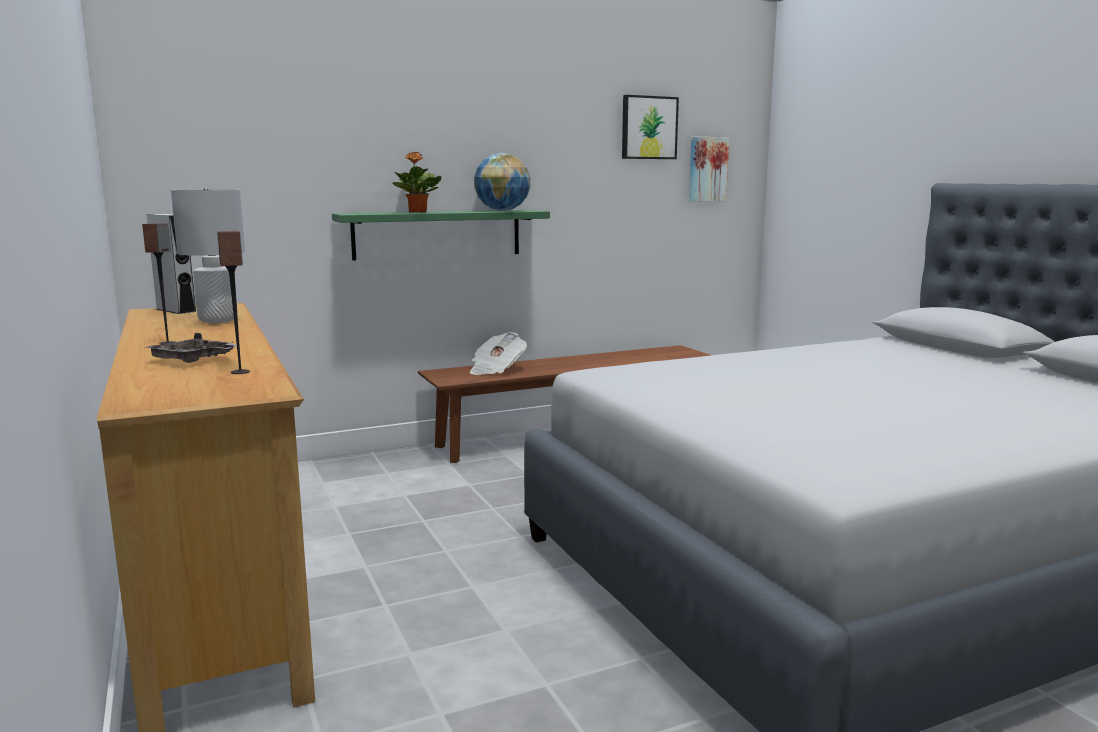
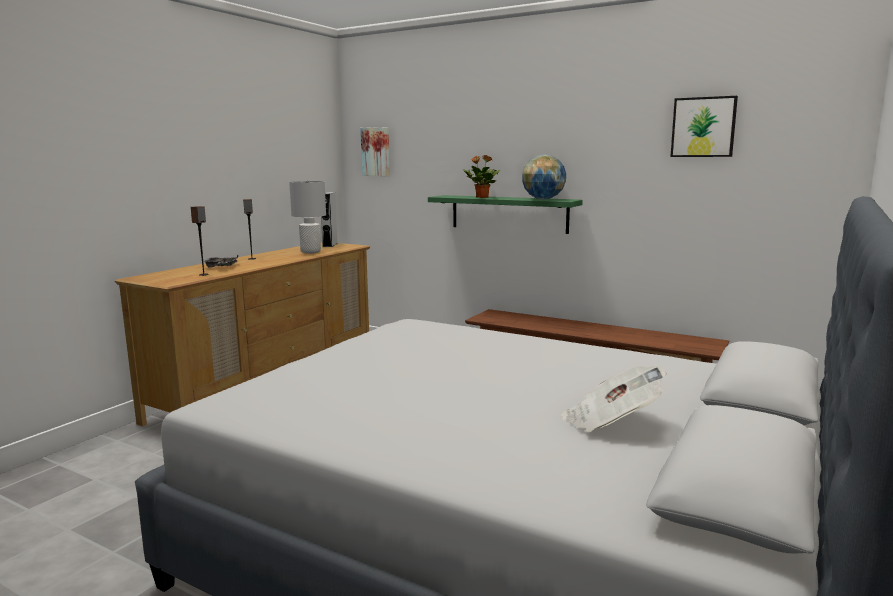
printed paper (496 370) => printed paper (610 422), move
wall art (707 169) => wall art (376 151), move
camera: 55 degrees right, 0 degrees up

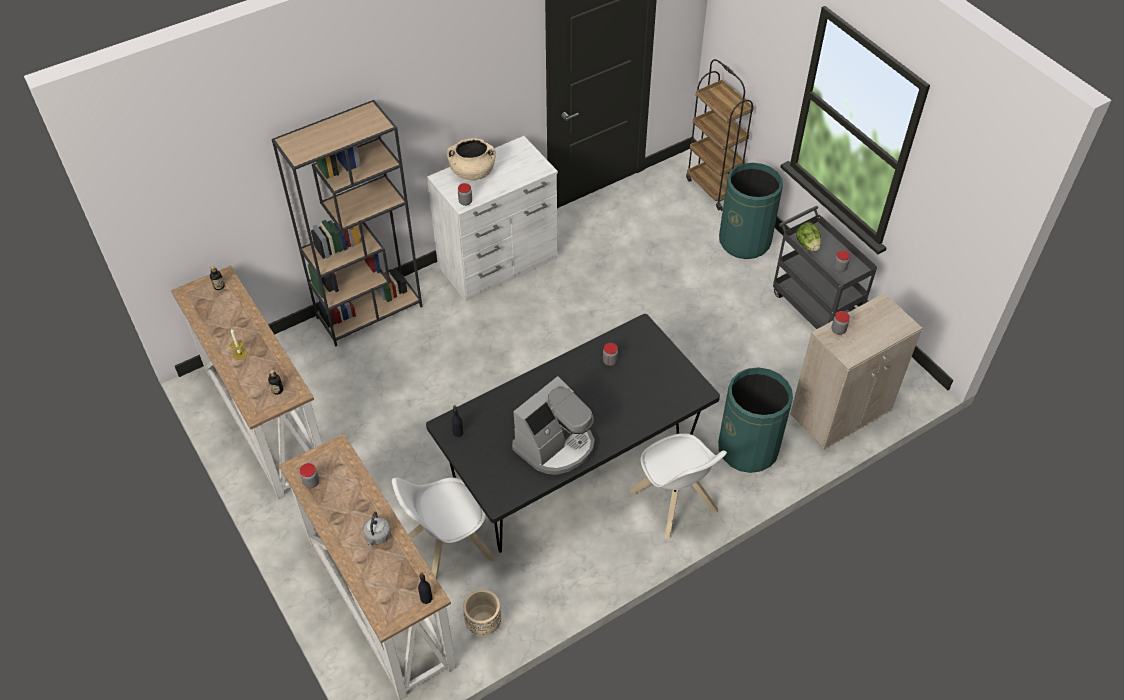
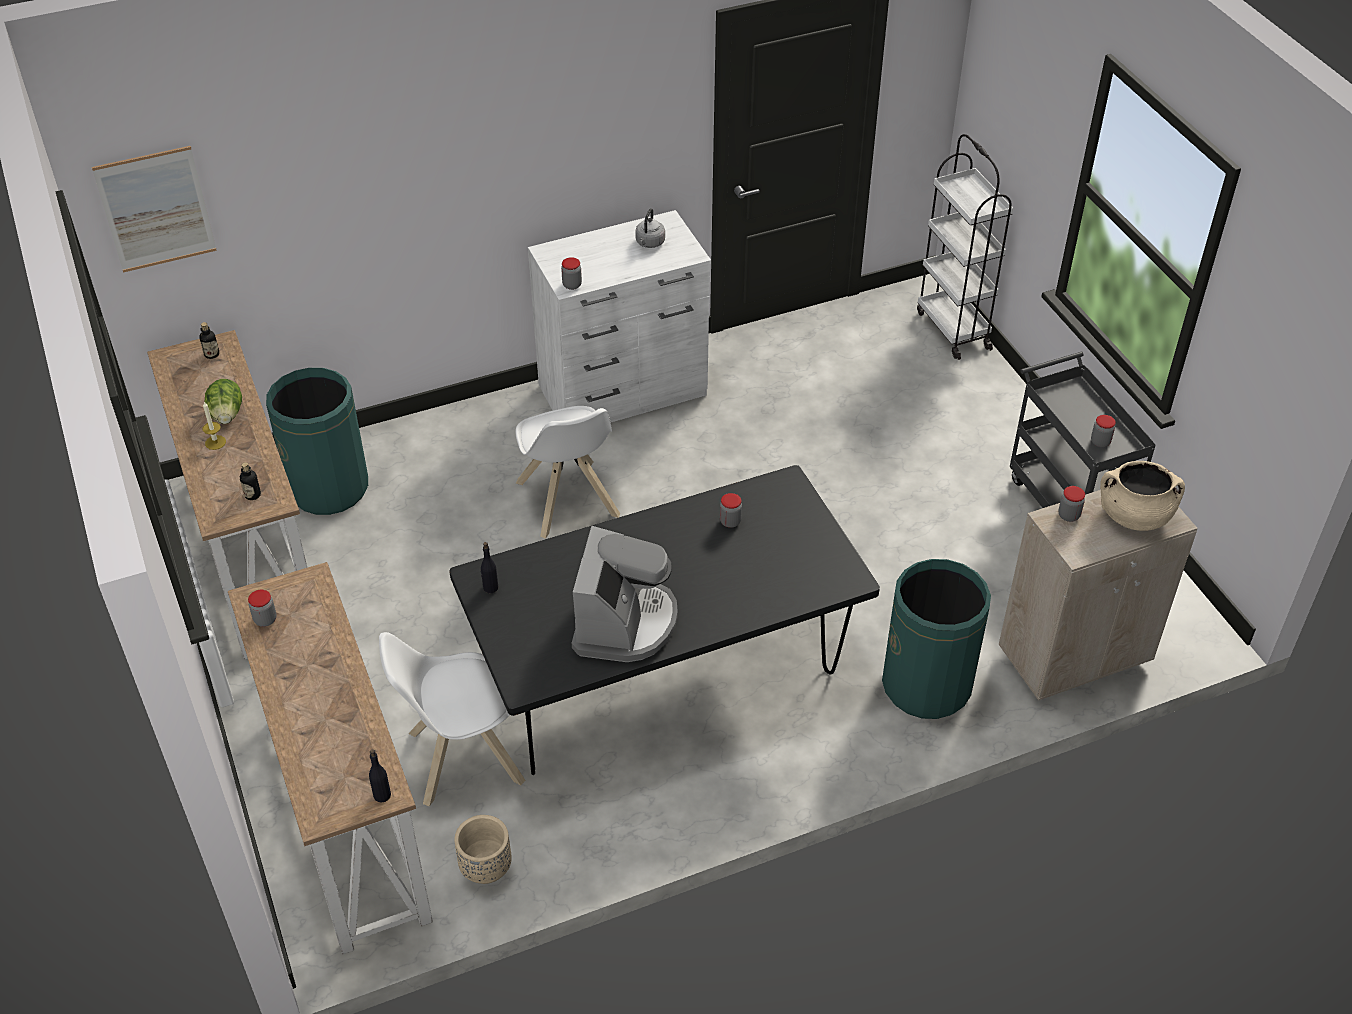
shelving unit (370 311) => nothing
nothing => wall art (156 209)
gray kettle (377 536) => gray kettle (649 243), move
sand-coloured saucepot (472 172) => sand-coloured saucepot (1134 516), move
white upright chair (675 503) => white upright chair (568 501), move
green-coloured waste bin (745 241) => green-coloured waste bin (329 488), move
lettuce head (807 245) => lettuce head (227 415), move
brownish wheeled cart (713 189) => white wheeled cart (953 330)
coffee brewer (555 445) => coffee brewer (624 623), 45 degrees counterclockwise
camera: 10 degrees right, 5 degrees down

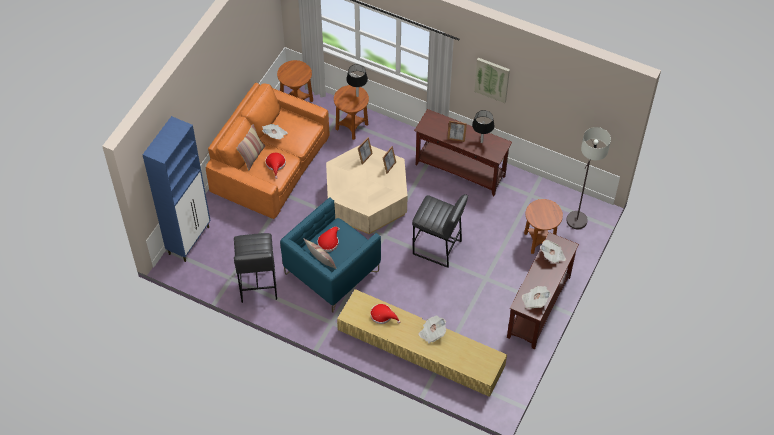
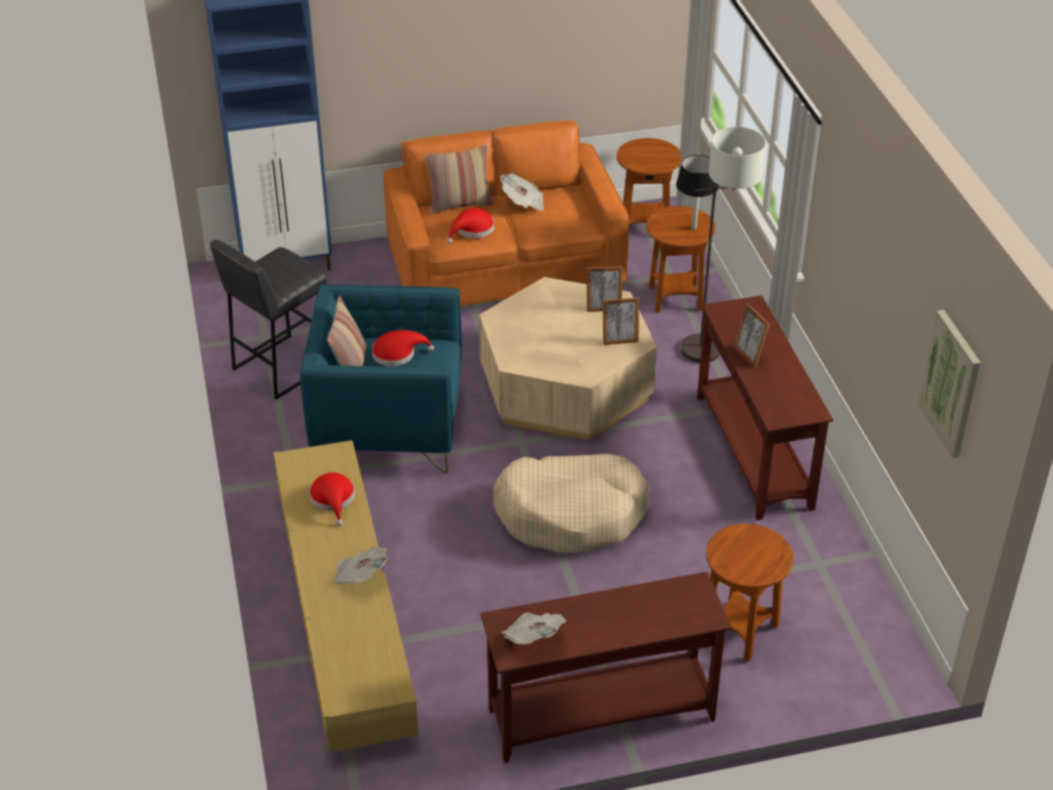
blackish tabletop lamp (481 141) => nothing
printed paper (552 256) => nothing
wall art (492 79) => wall art (951 383), move
white standing lamp (579 216) => white standing lamp (712 348), move
gray stool (438 248) => sand-coloured dog bed (571 514)
camera: 50 degrees right, 15 degrees down

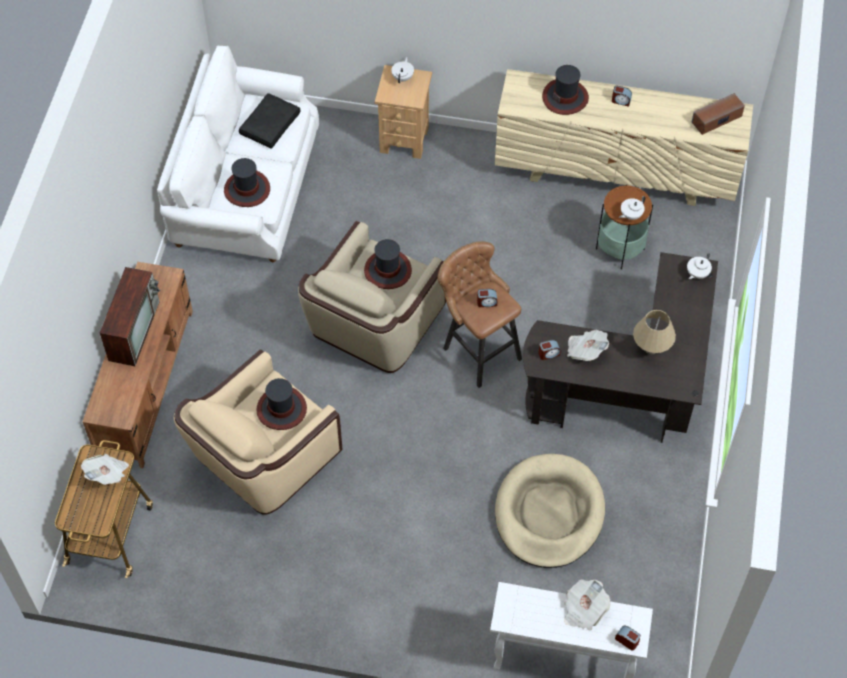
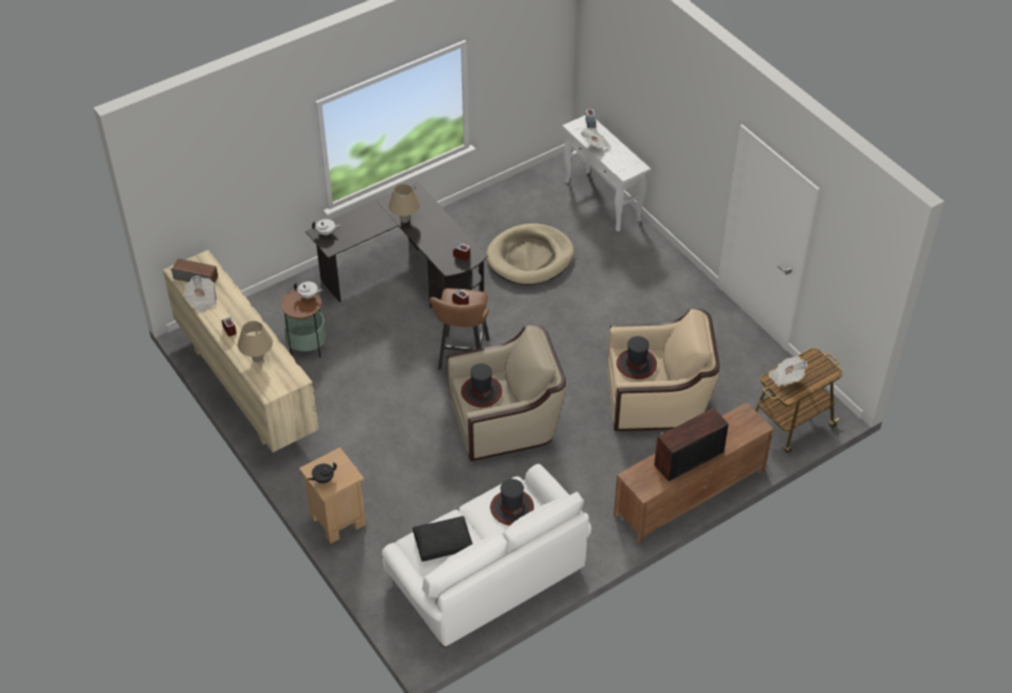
printed paper (585 350) => printed paper (202 301), move
hat (565 97) => sand-coloured tabletop lamp (257 358)
white tea pot (403 77) => blackish tea pot (323 479)
camera: 135 degrees left, 10 degrees down

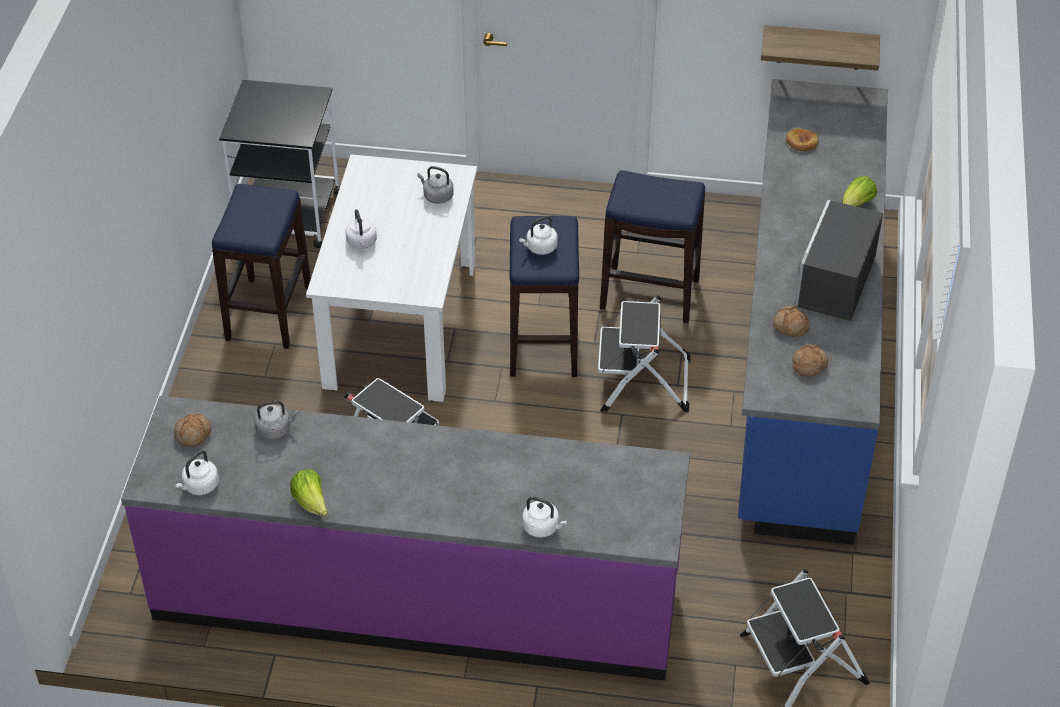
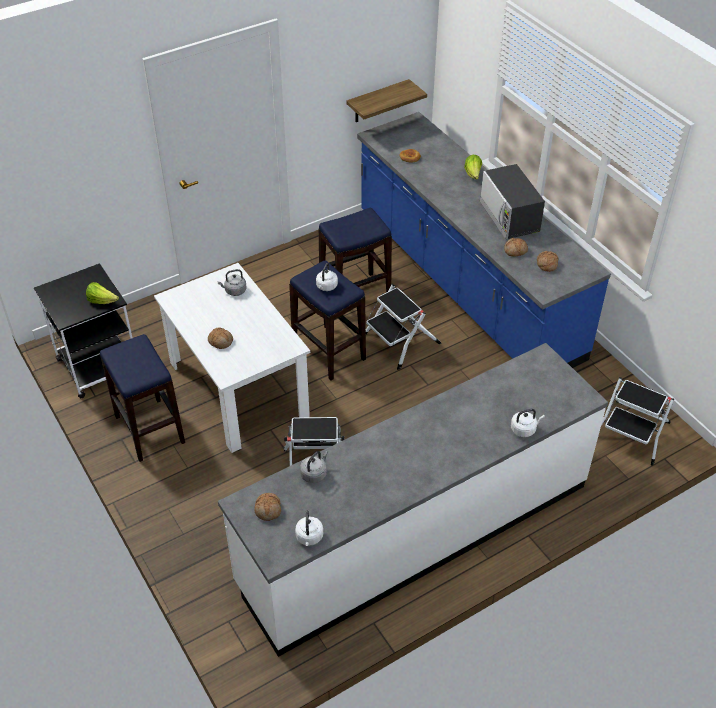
lettuce head (311 502) => lettuce head (102 301), move
white kettle (362 243) => bread (221 341)
purple kitchen counter (417 597) => white kitchen counter (415 533)
camera: 40 degrees left, 0 degrees up

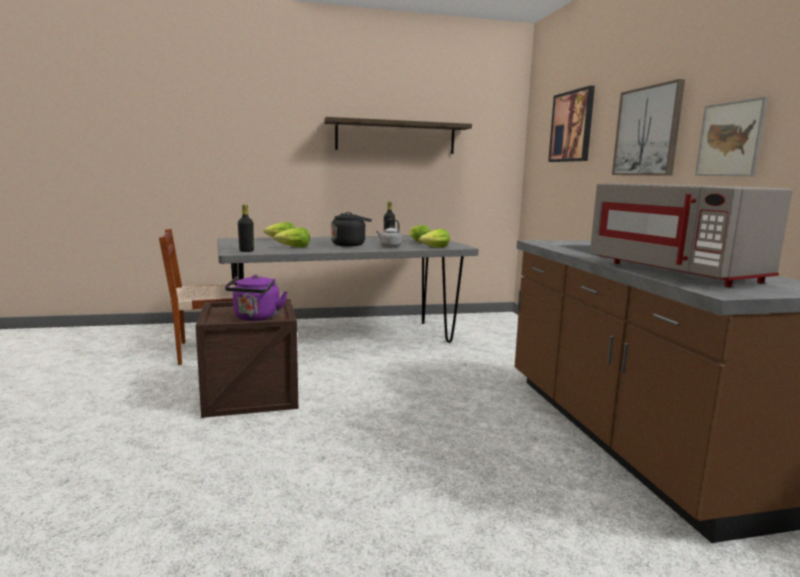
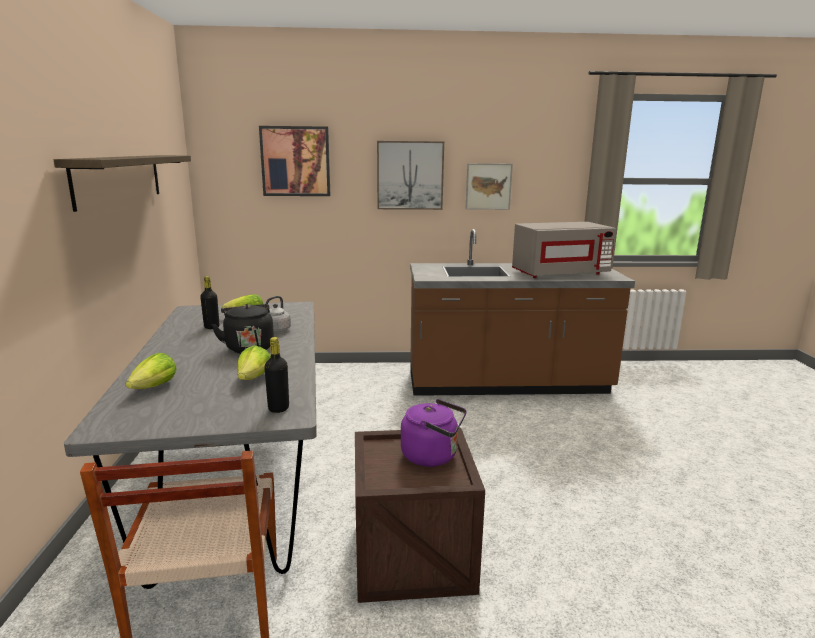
lettuce head (435 248) => nothing
camera: 80 degrees left, 5 degrees up

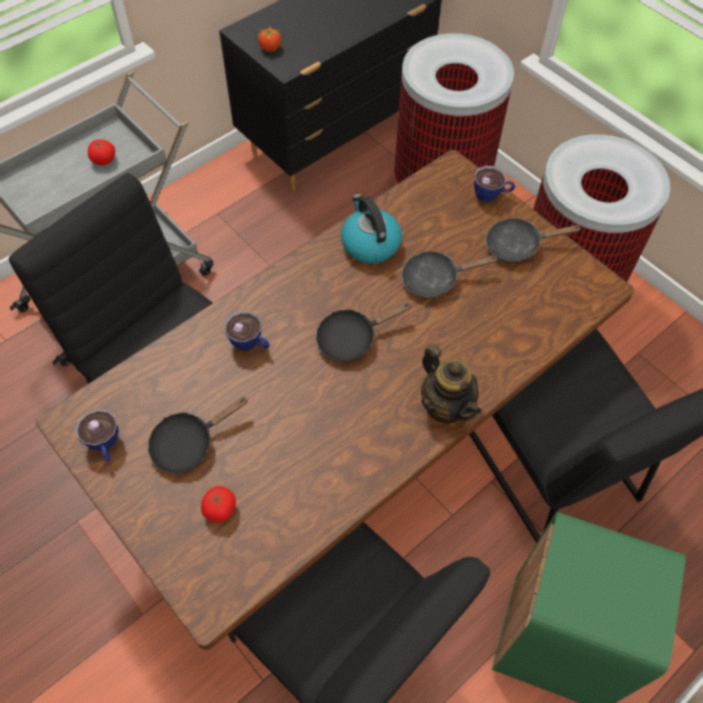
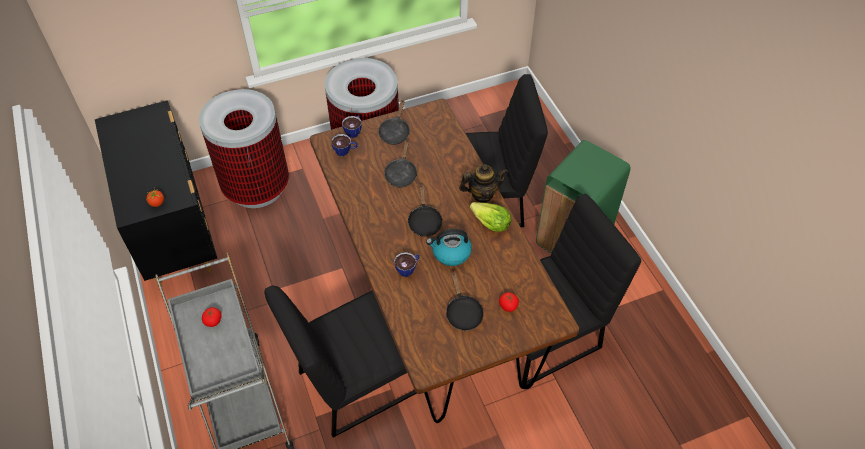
nothing => lettuce head (490 223)
small cup (105 445) => small cup (345 151), move
kettle (369 243) => kettle (450 253), move
camera: 70 degrees left, 5 degrees down

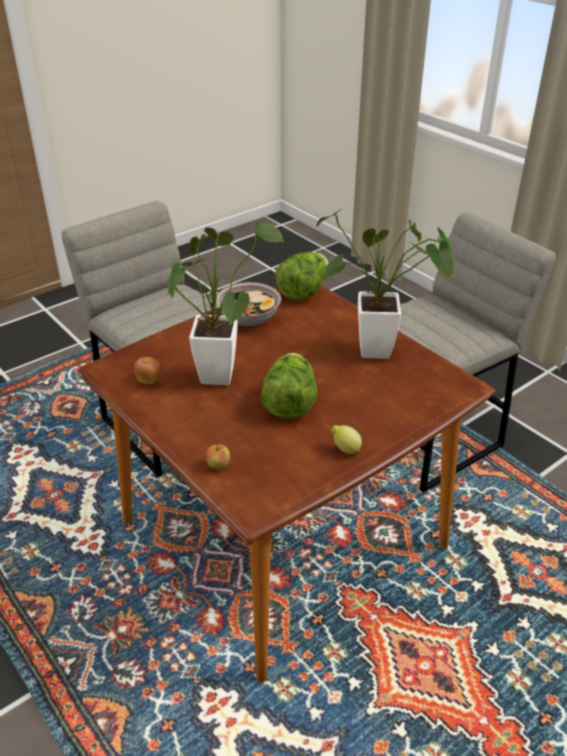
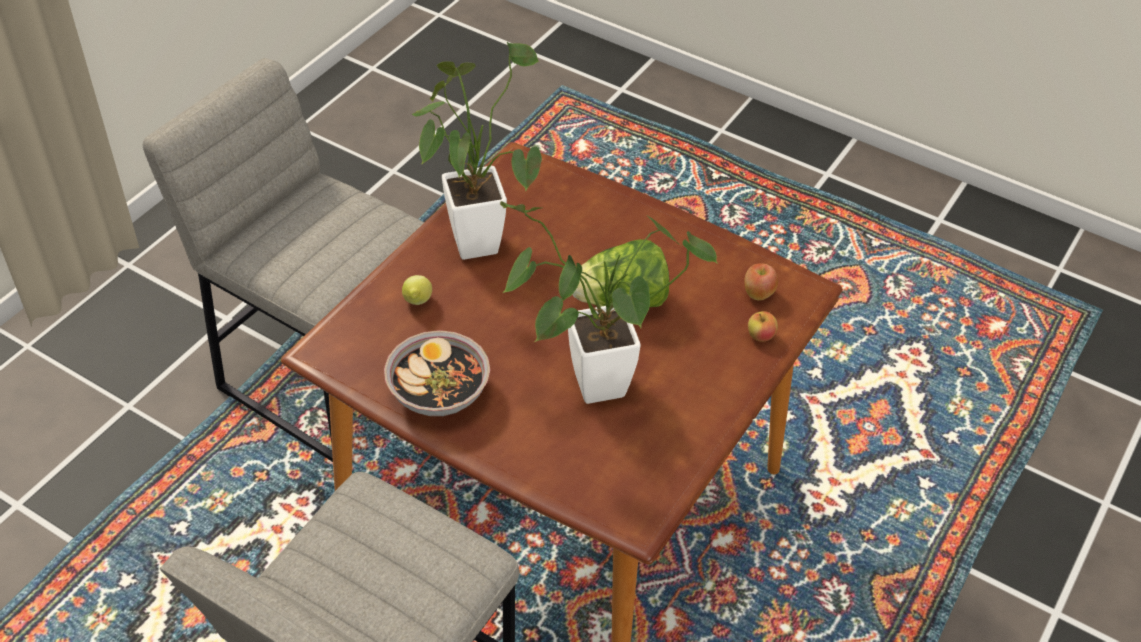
lettuce head (303 292) => nothing
apple fruit (148 380) => apple fruit (758 293), move
citrus fruit (345 449) => citrus fruit (417 303), move
camera: 110 degrees left, 10 degrees up

